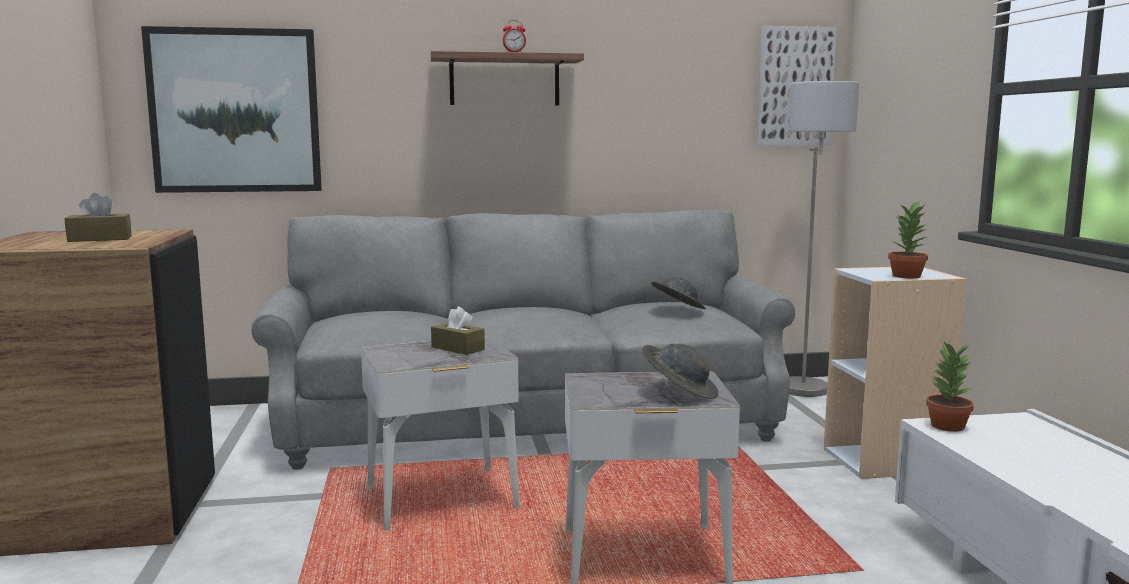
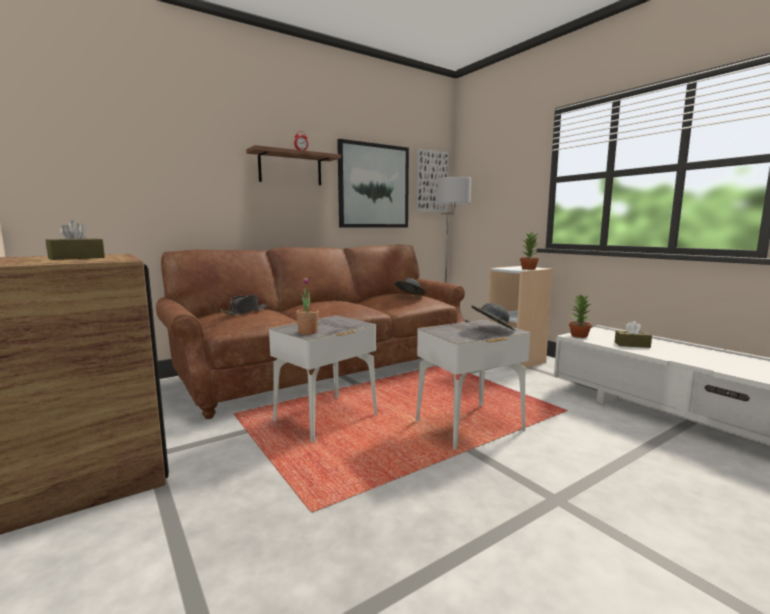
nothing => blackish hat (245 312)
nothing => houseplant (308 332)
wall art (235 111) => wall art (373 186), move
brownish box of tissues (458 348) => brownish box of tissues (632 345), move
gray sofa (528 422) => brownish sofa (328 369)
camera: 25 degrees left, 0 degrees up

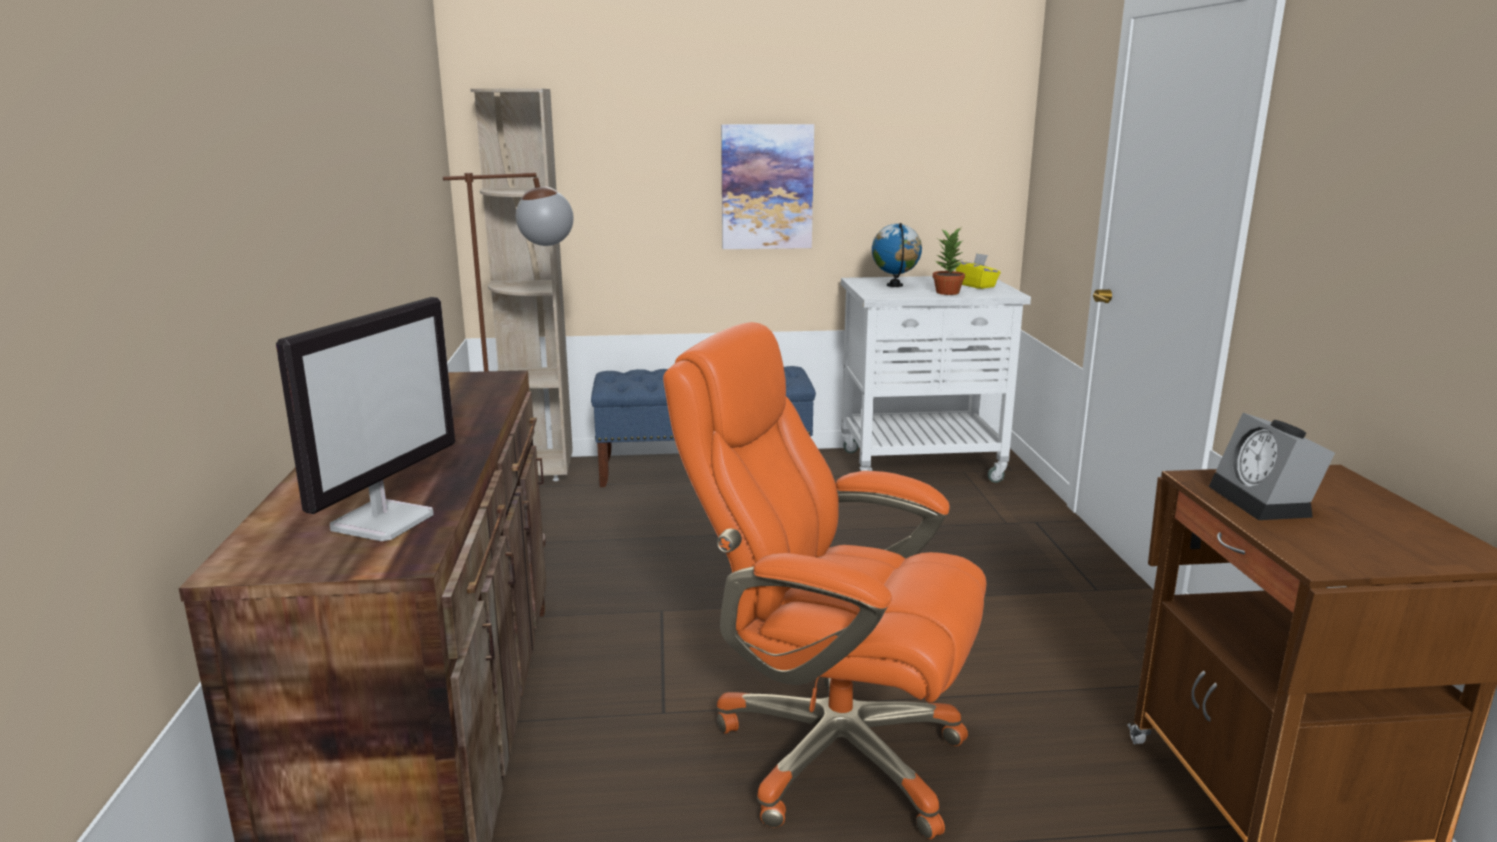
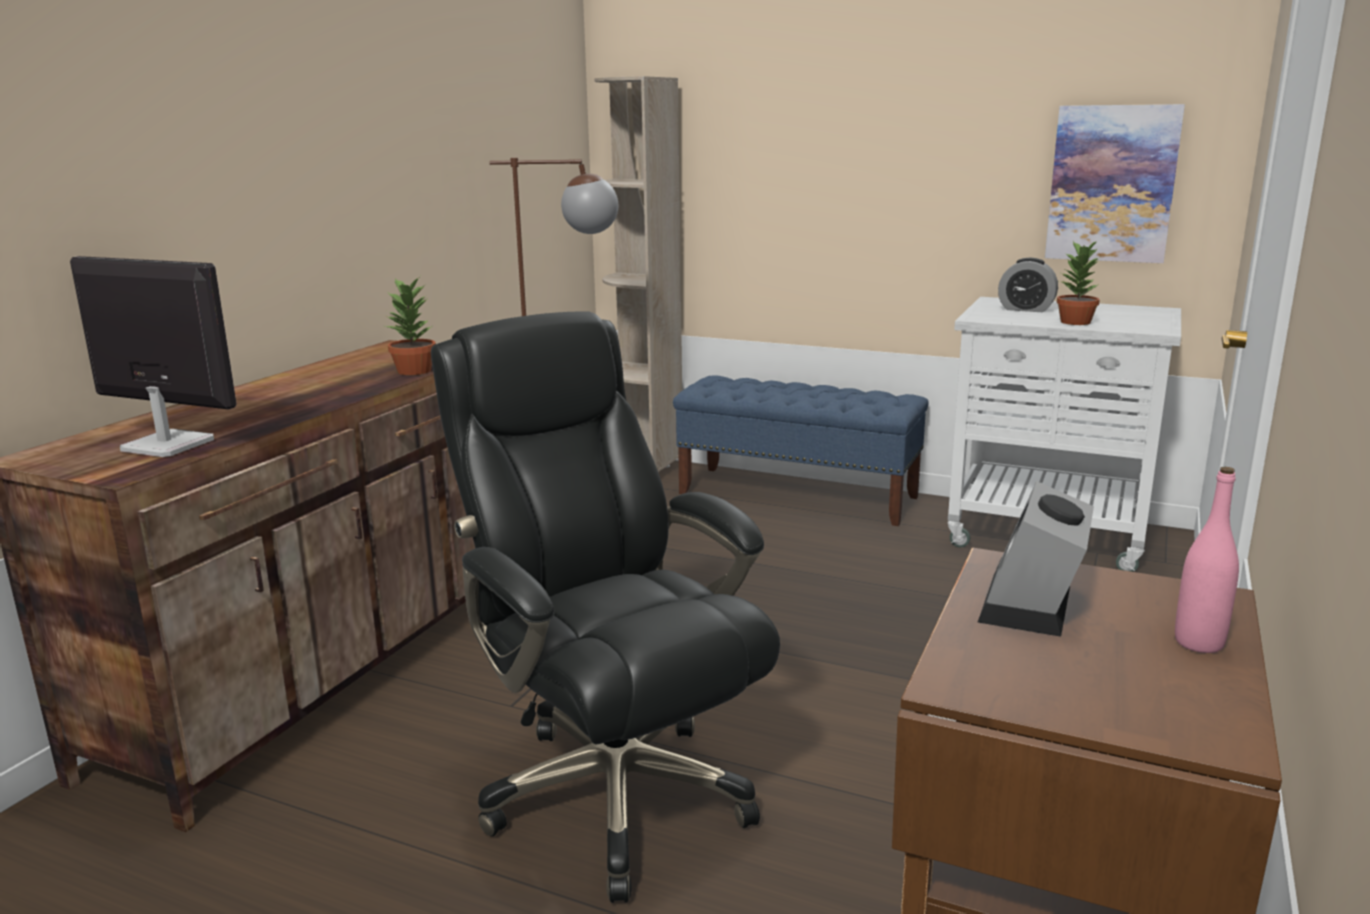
yellowish box of tissues (976 285) => nothing
nothing => houseplant (414 371)
nothing => pink drink bottle (1198 643)
wall art (767 187) => wall art (1112 184), move
globe (895 285) => bedside clock (1026 309)
orangey desk chair (830 752) => blackish desk chair (614 790)
monitor (384 521) => monitor (166 445), 120 degrees counterclockwise
camera: 30 degrees right, 0 degrees up

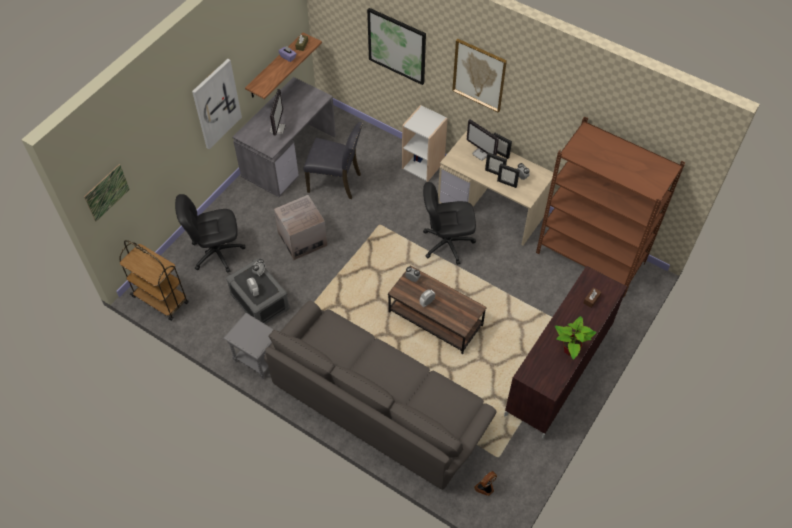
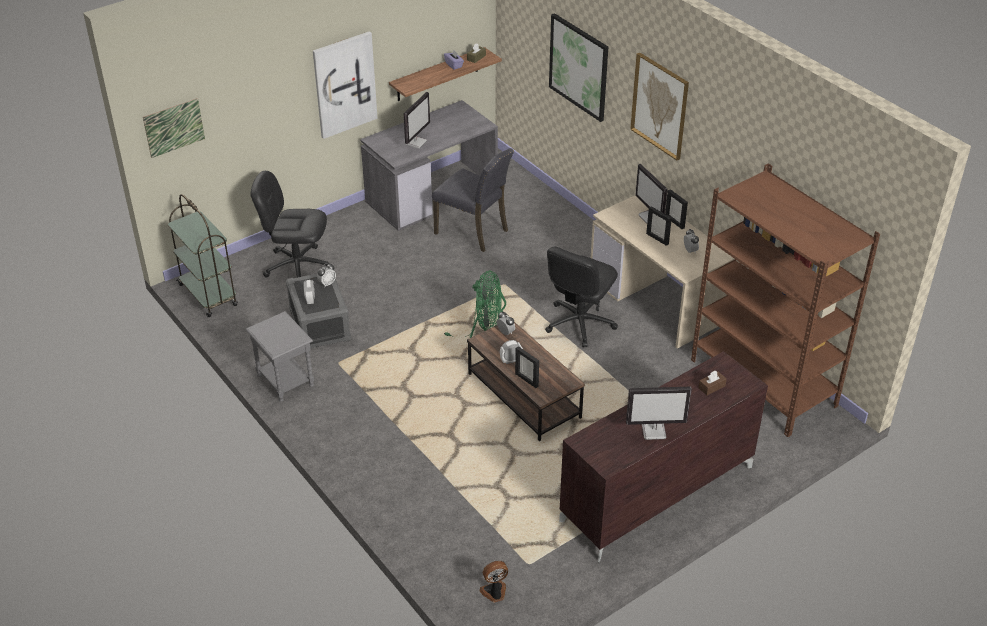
gray sofa (380 405) => nothing
cardboard box (302 239) => nothing
shelving unit (423 165) => nothing
nothing => green-coloured electric fan (482 330)
photo frame (507 183) => photo frame (527 379), move
houseplant (570 349) => monitor (654 431)
brownish wheeled cart (161 301) => green-coloured wheeled cart (208 296)
blackish desk chair (447 243) => blackish desk chair (579 323), 75 degrees counterclockwise
camera: 20 degrees right, 15 degrees down

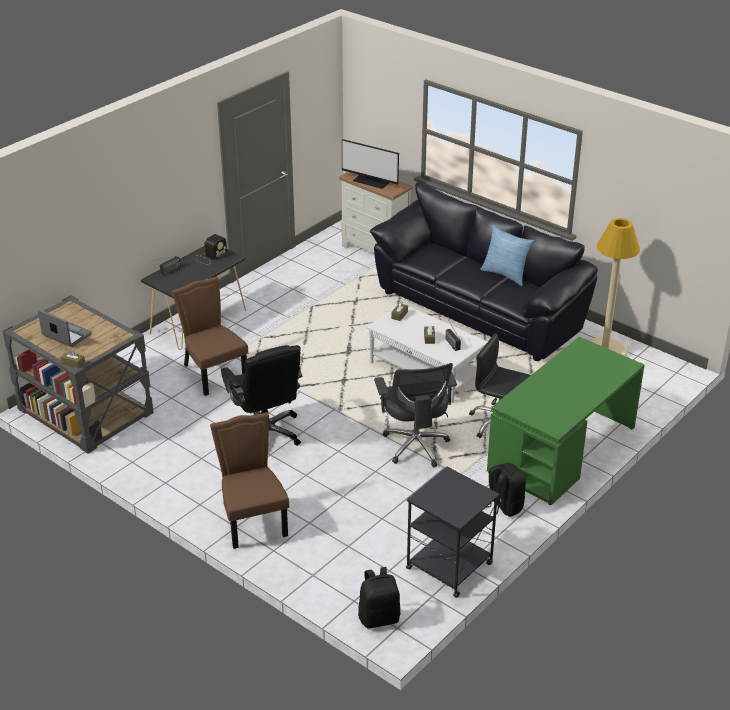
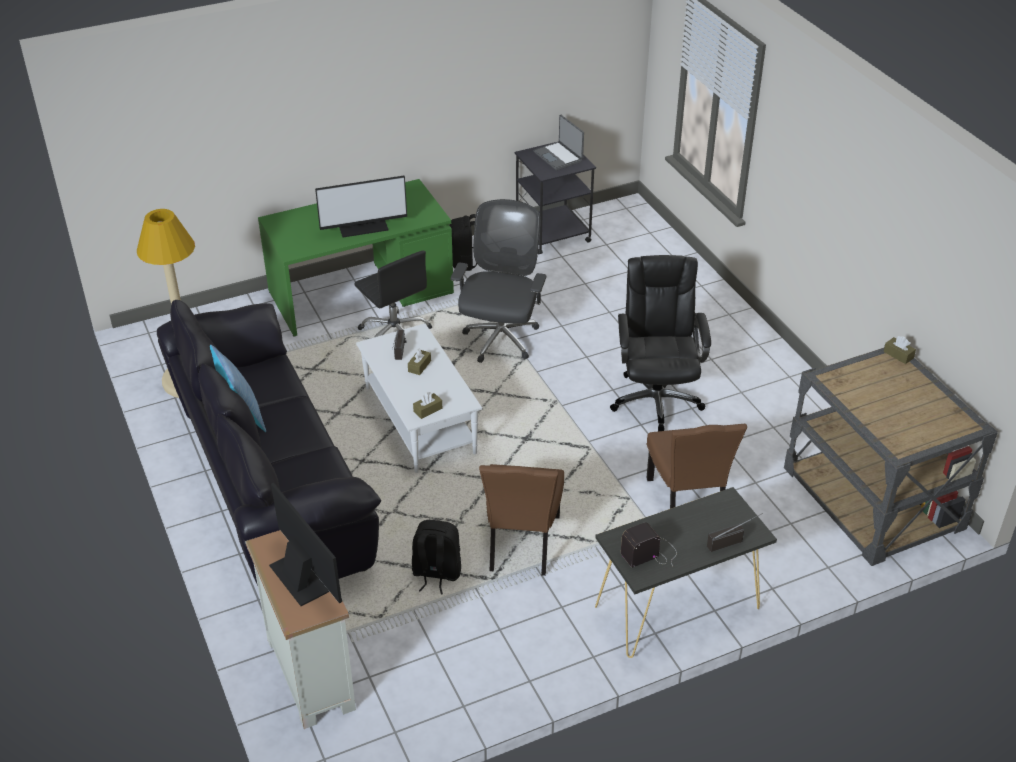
nothing => monitor (363 227)
portable computer (66 335) => portable computer (558 156), move
brownish upright chair (253 522) => brownish upright chair (521 541), move
blackish backpack (379 617) => blackish backpack (436 573), move
camera: 155 degrees left, 5 degrees up

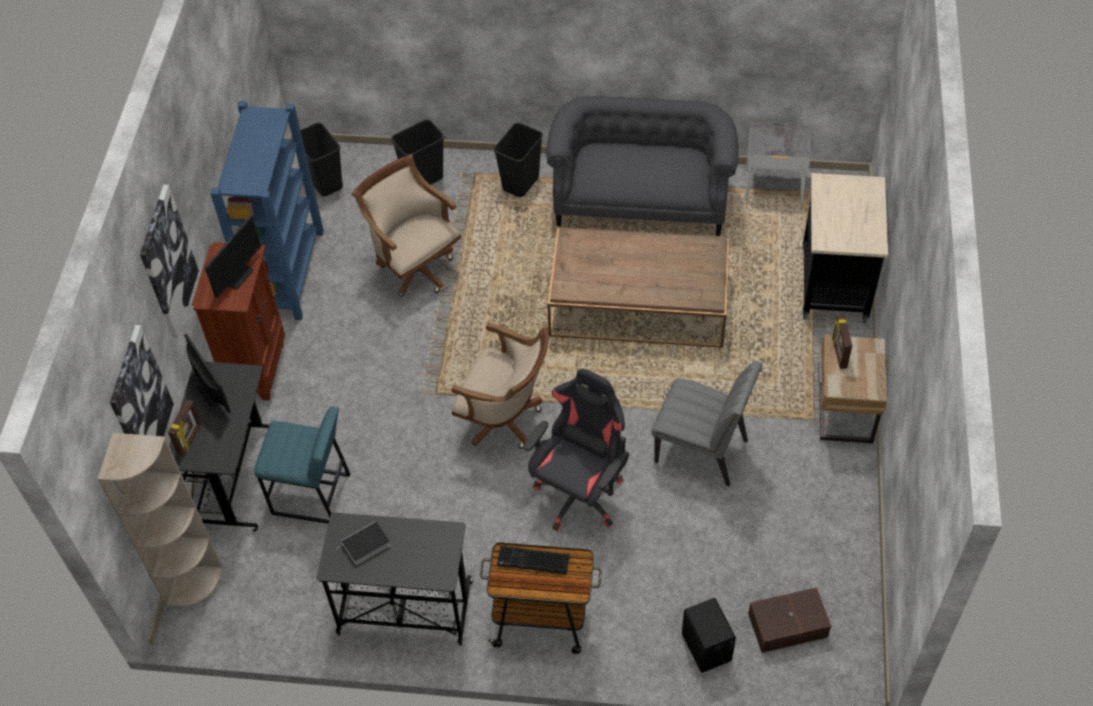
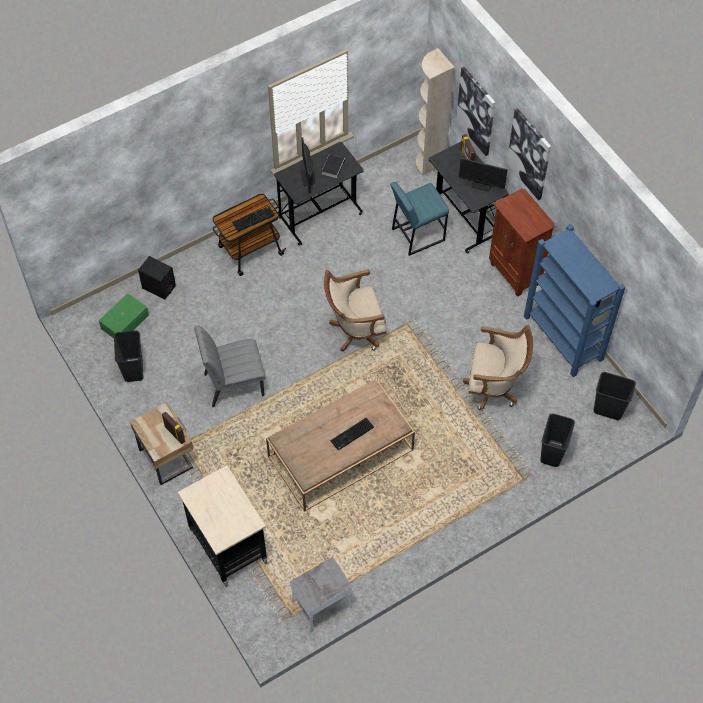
blackish desk chair (579 496) => nothing
gray sofa (641 198) => nothing
nothing => keyboard (352 435)
monitor (238 276) => monitor (308 177), move
blackish waste bin (520 183) => blackish waste bin (134 370), move
brownish storage bin (786 624) => green-coloured storage bin (125 322)
camera: 140 degrees right, 5 degrees up

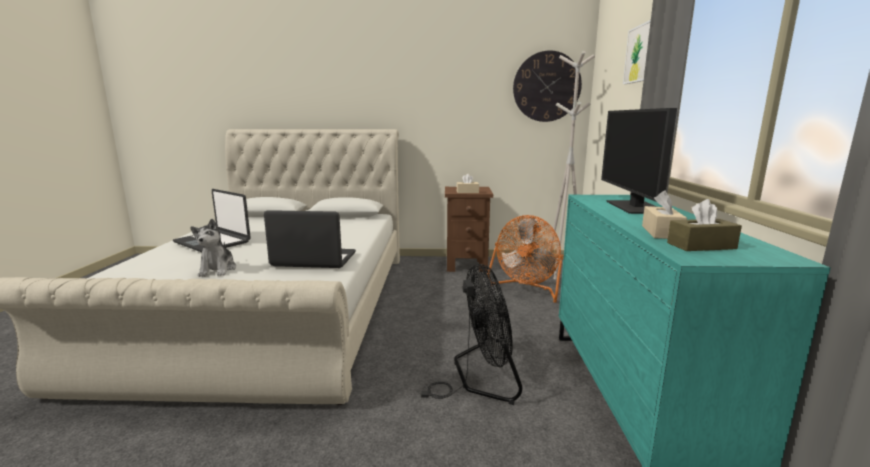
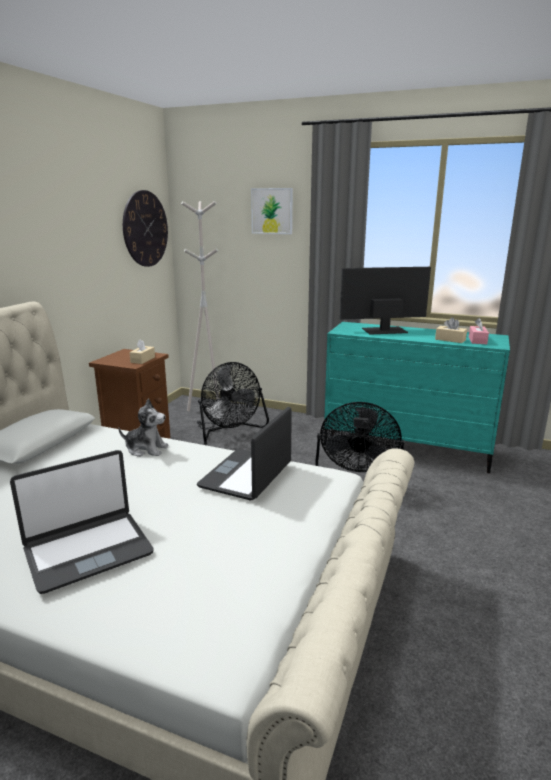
soft toy (218 270) => soft toy (146 449), move
orangey electric fan (525 288) => blackish electric fan (227 432)
brownish box of tissues (701 246) => pink box of tissues (477 340)
monitor (635 207) => monitor (384 330), 150 degrees clockwise
camera: 70 degrees left, 5 degrees up

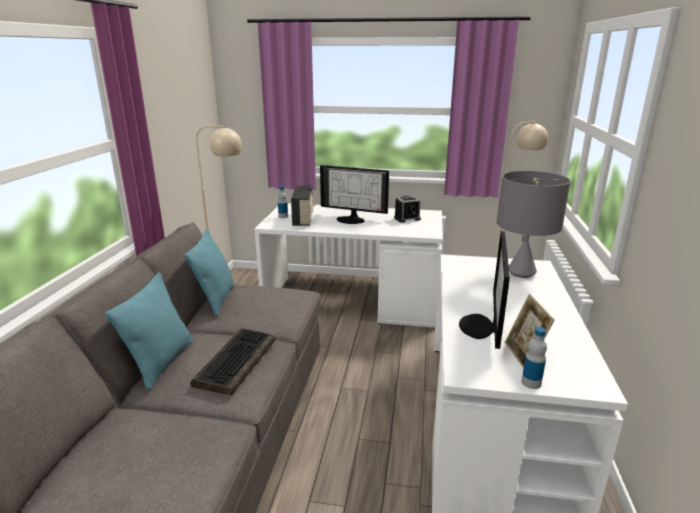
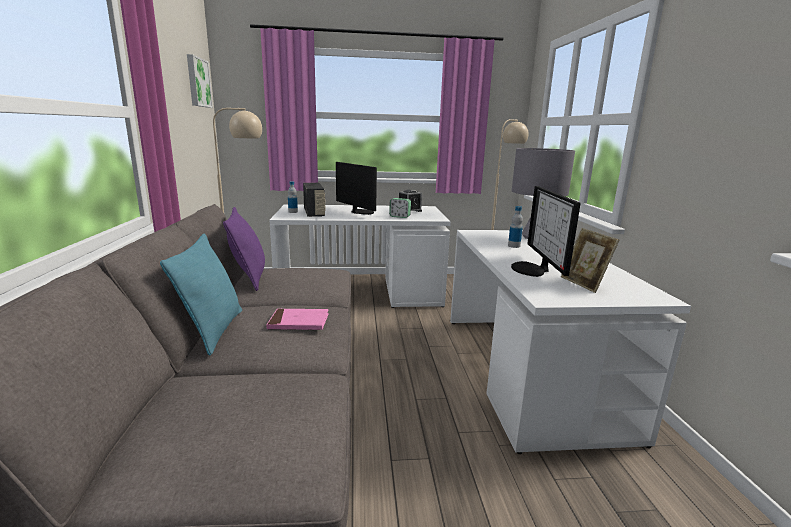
nothing => wall art (197 82)
nothing => bedside clock (399 216)
drink bottle (531 383) => drink bottle (514 246), move
keyboard (236 361) => pink book (298 322)
turquoise-coloured throw pillow (216 299) => purple throw pillow (249 278)
monitor (351 219) => monitor (360 212), 135 degrees counterclockwise
camera: 15 degrees left, 5 degrees down

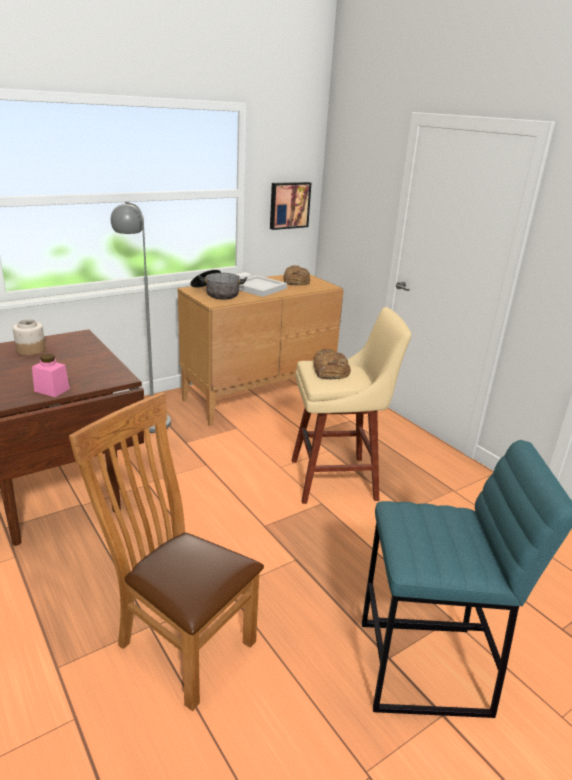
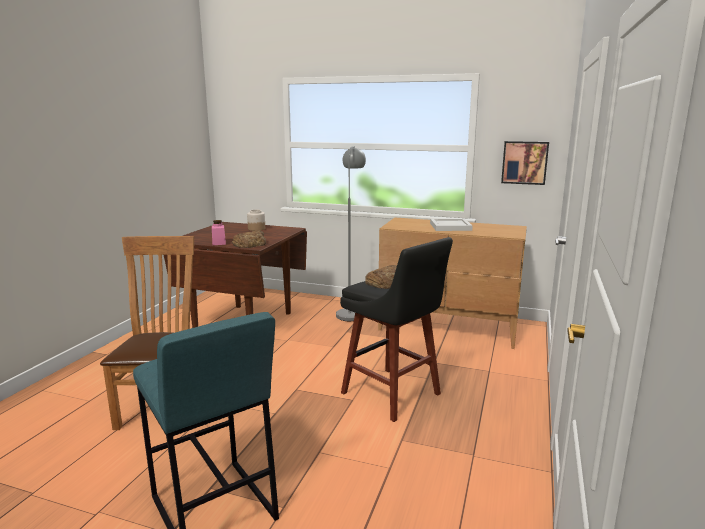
saucepot (216 293) => nothing
bread (296 280) => bread (250 244), move
sand-coloured stool (336 480) => blackish stool (392 395)
camera: 55 degrees right, 10 degrees down

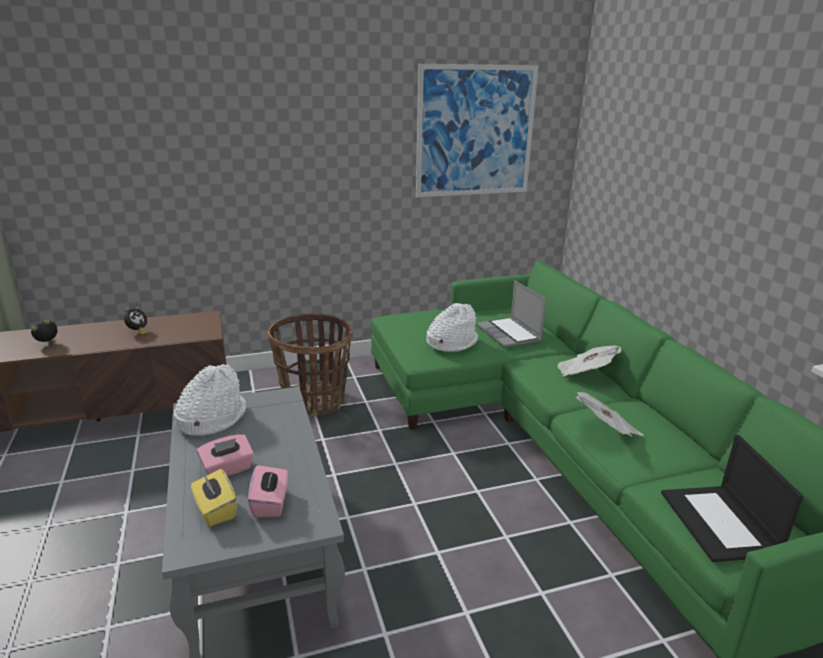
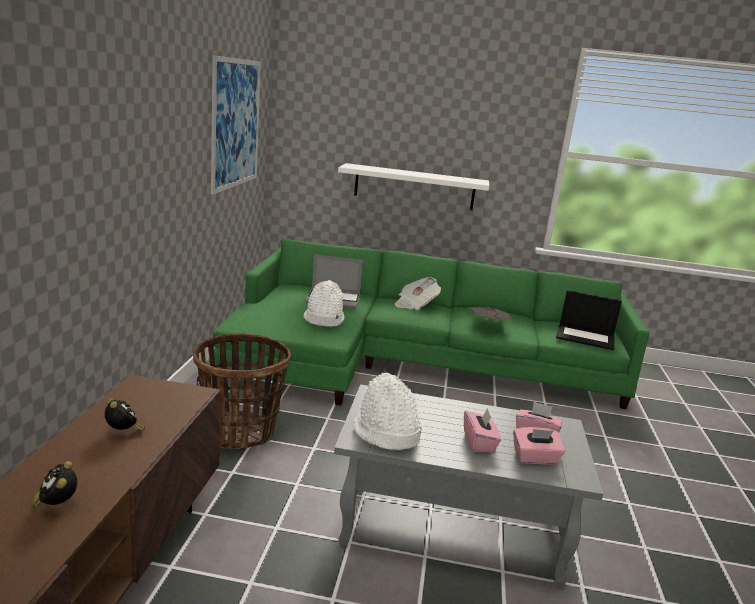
nothing => white shelf (414 187)
yellowish box of tissues (215 510) => pink box of tissues (535 458)
camera: 65 degrees left, 5 degrees down

